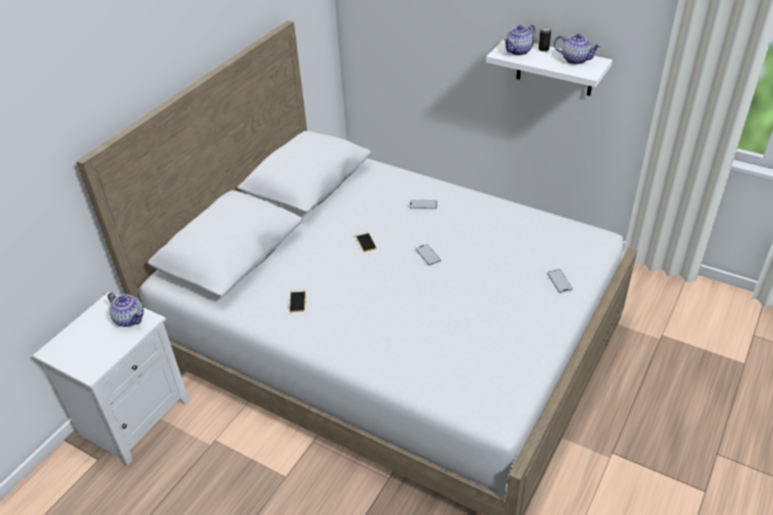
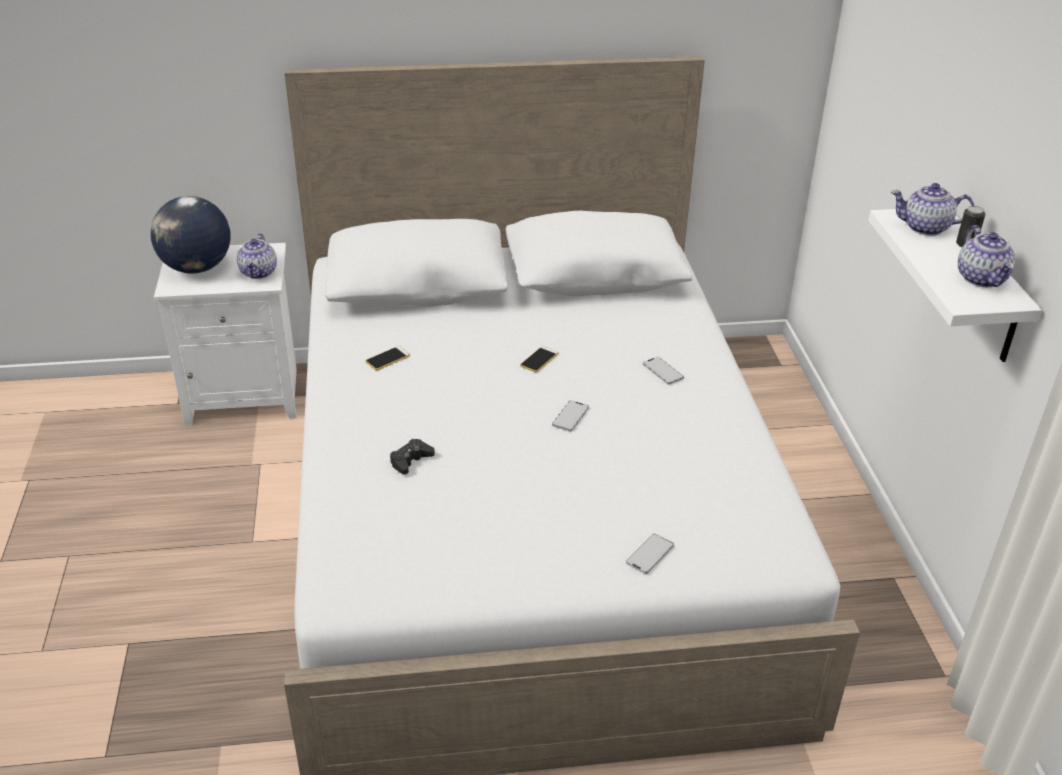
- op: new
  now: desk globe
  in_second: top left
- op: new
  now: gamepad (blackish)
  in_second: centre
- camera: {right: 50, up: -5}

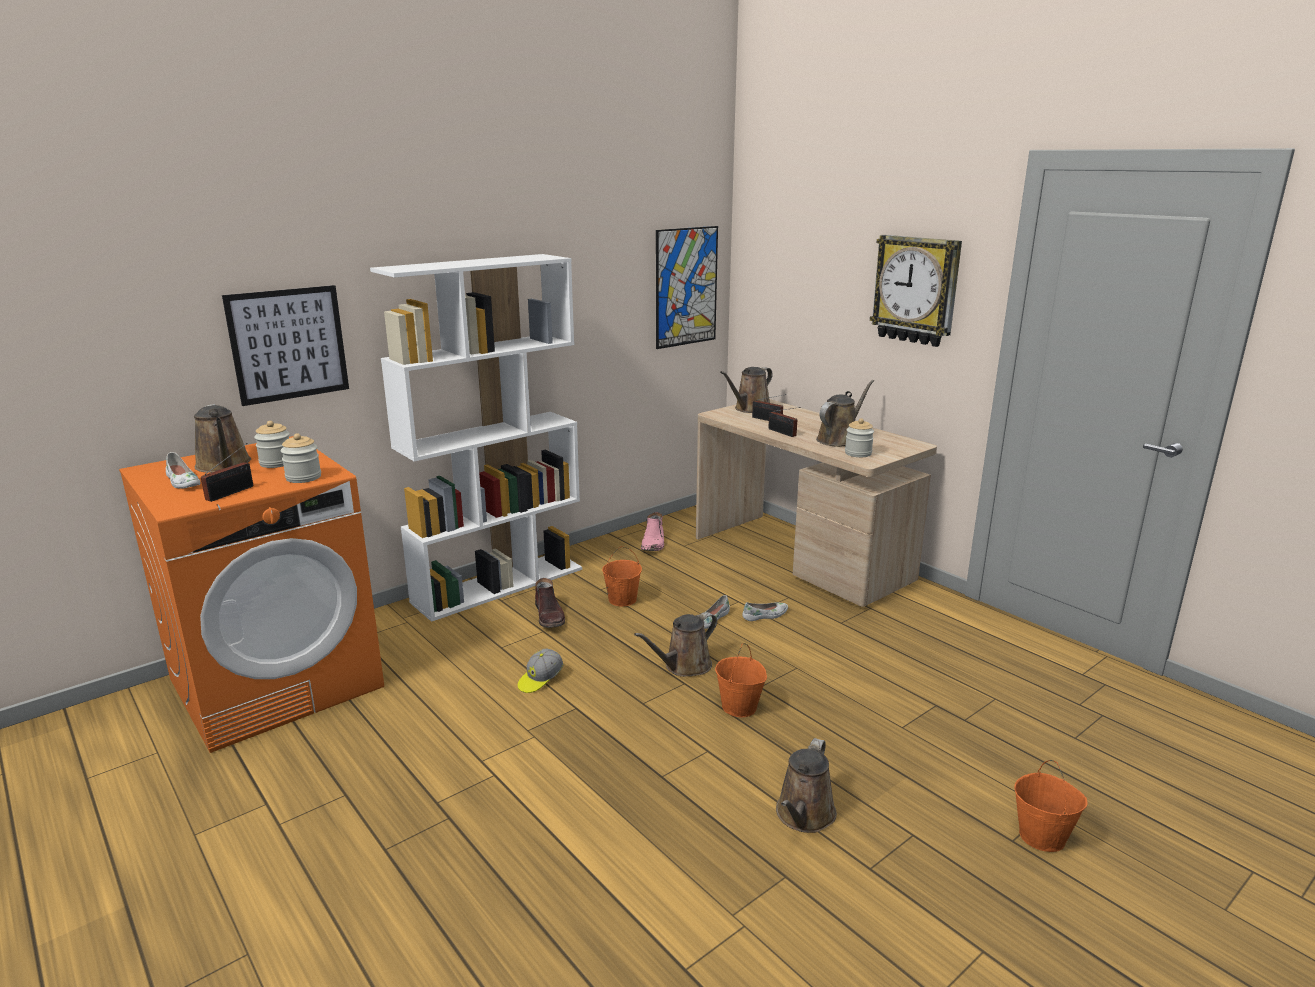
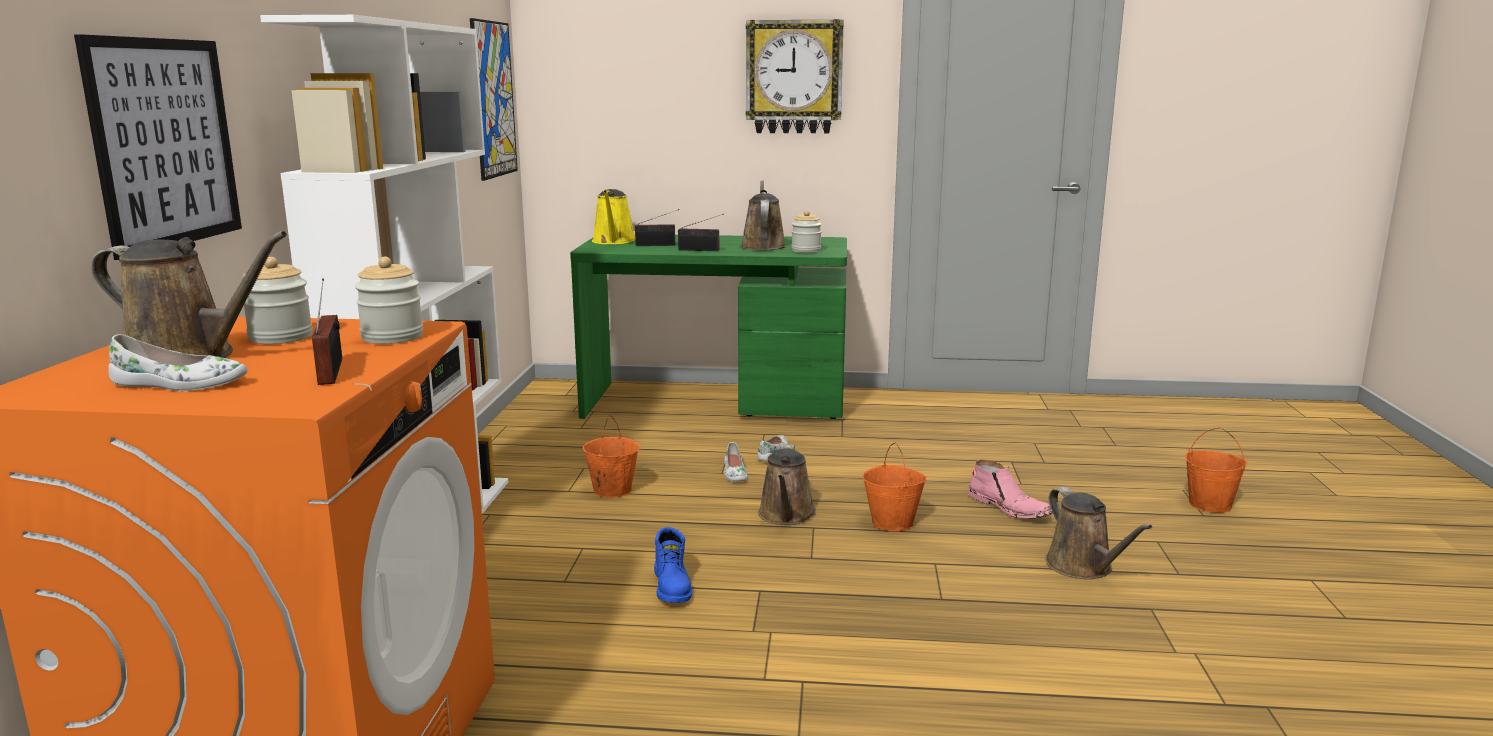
- op: repainted
  was: desk (beige-coloured)
  now: desk (greenish)
  in_first: centre
  in_second: centre
- op: repainted
  was: watering can (brown) (no. 3 from left)
  now: watering can (yellowish)
  in_first: centre
  in_second: top centre
- op: swapped
  was: peaked cap
  now: tall boot (blue)
  in_first: bottom centre
  in_second: bottom centre
- op: shifted
  was: tall boot (pink-coloured)
  in_first: centre
  in_second: middle right
- op: gone
  was: tall boot (brown)
  in_first: centre
- camera: {right: -45, up: -5}

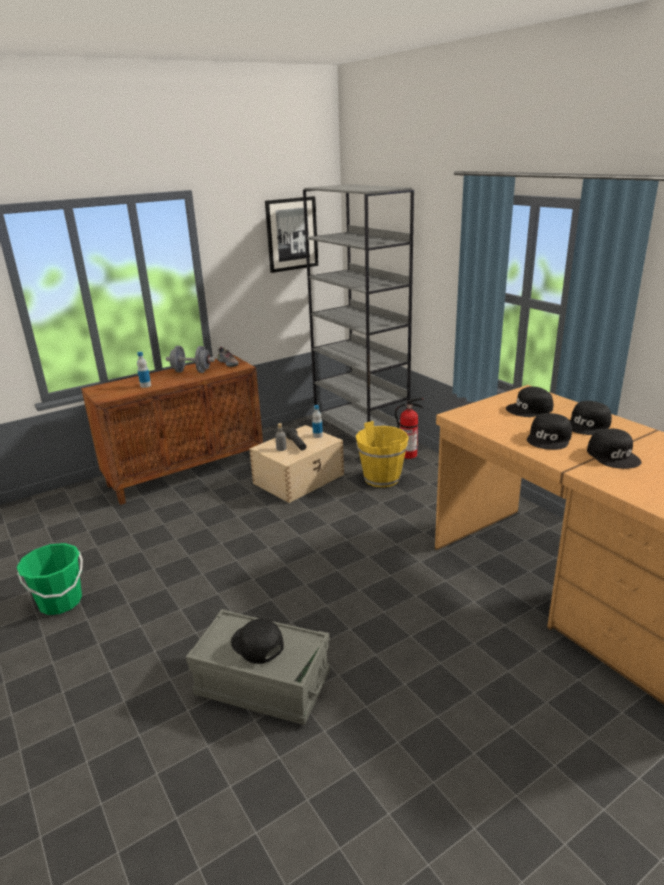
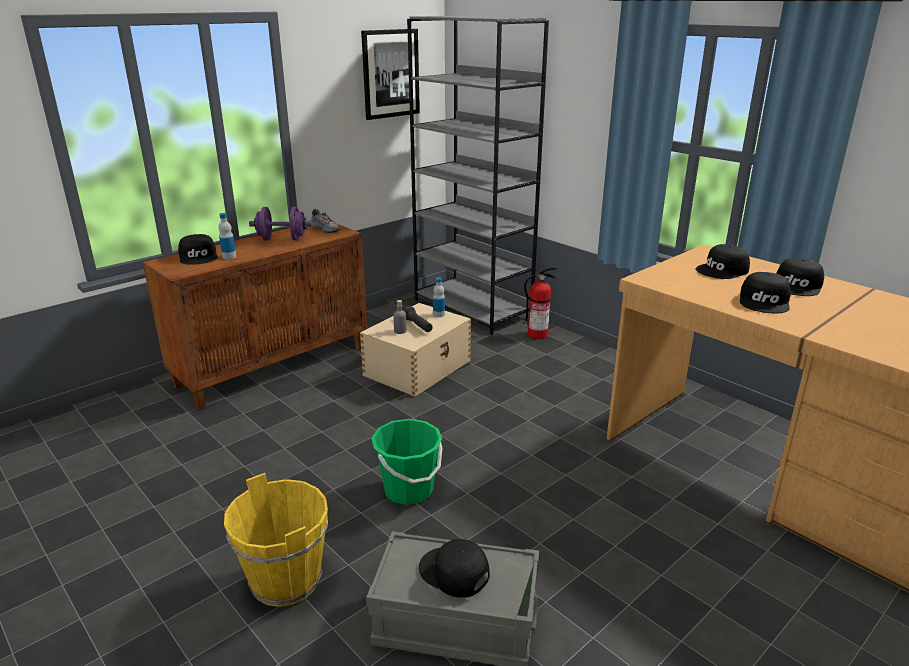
- op: shifted
  was: peaked cap (blackish) (no. 5 from left in the first image)
  now: peaked cap (blackish) (no. 1 from left)
  in_first: middle right
  in_second: middle left
- op: shifted
  was: pail (yellowish)
  in_first: centre
  in_second: bottom left
- op: repainted
  was: dumbbell (greyish)
  now: dumbbell (purple)
  in_first: middle left
  in_second: middle left
- op: shifted
  was: pail (greenish)
  in_first: middle left
  in_second: bottom centre
- camera: {right: -10, up: 0}

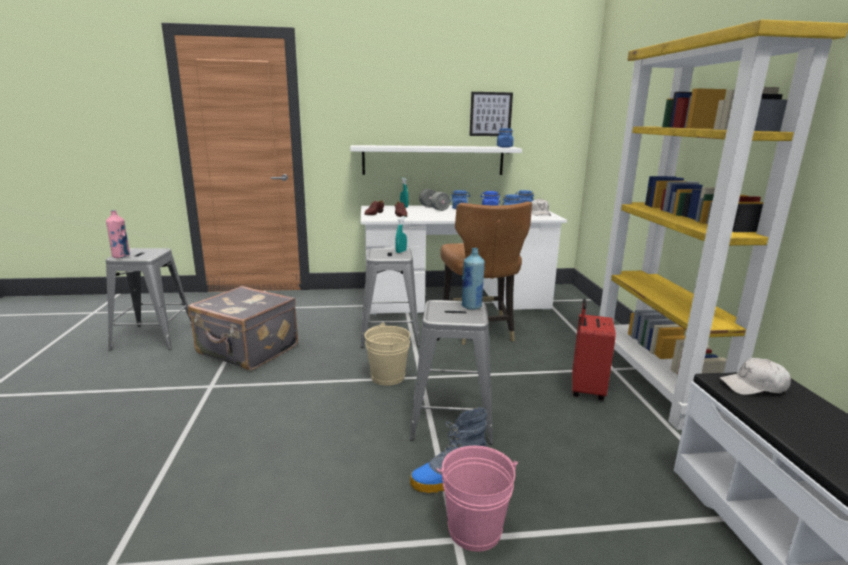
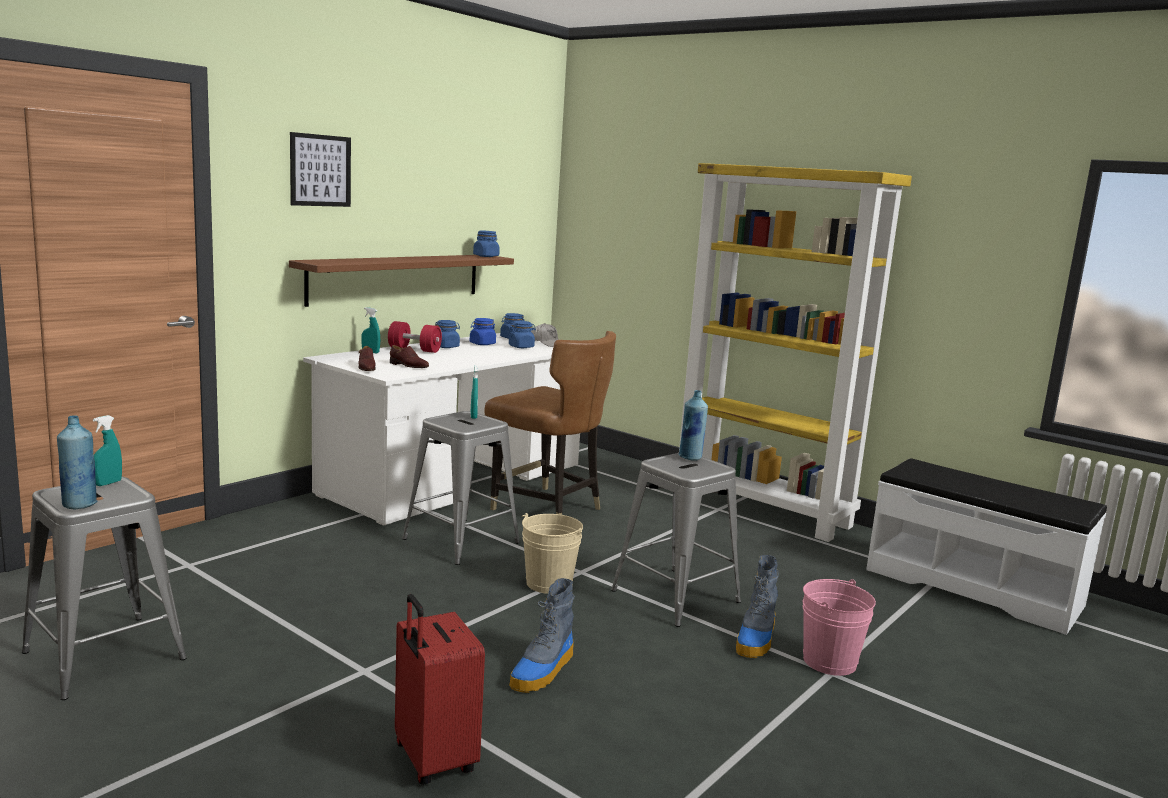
- op: repainted
  was: drink bottle (pink-coloured)
  now: drink bottle (blue) (no. 1 from left)
  in_first: middle left
  in_second: middle left
- op: new
  now: spray bottle (turquoise-coloured) (no. 1 from left)
  in_second: middle left
- op: repainted
  was: shelf (white)
  now: shelf (brown)
  in_first: top centre
  in_second: centre
- op: shifted
  was: picture
  in_first: top centre
  in_second: top left
- op: repainted
  was: dumbbell (greyish)
  now: dumbbell (red-coloured)
  in_first: centre
  in_second: centre
- op: shifted
  was: travel case (red-coloured)
  in_first: middle right
  in_second: bottom centre
- op: new
  now: tall boot (no. 1 from left)
  in_second: bottom centre
- op: gone
  was: travel case (greyish)
  in_first: middle left
- op: gone
  was: peaked cap (white) (no. 2 from left)
  in_first: middle right
- camera: {right: -45, up: -5}

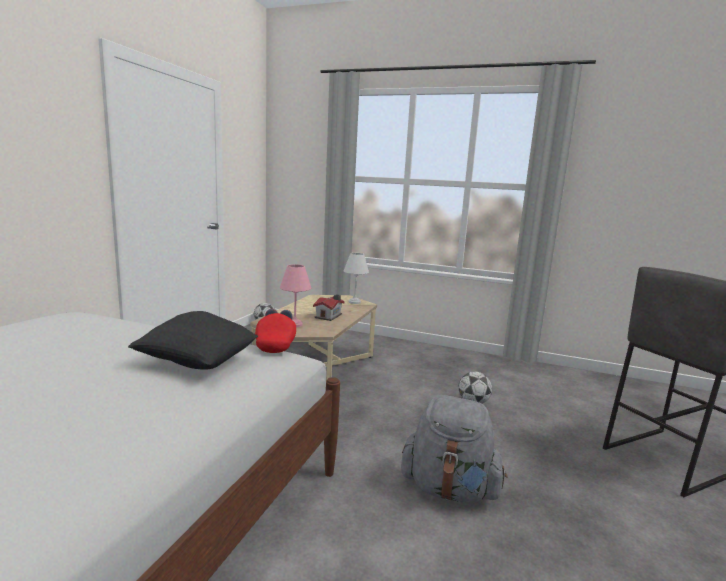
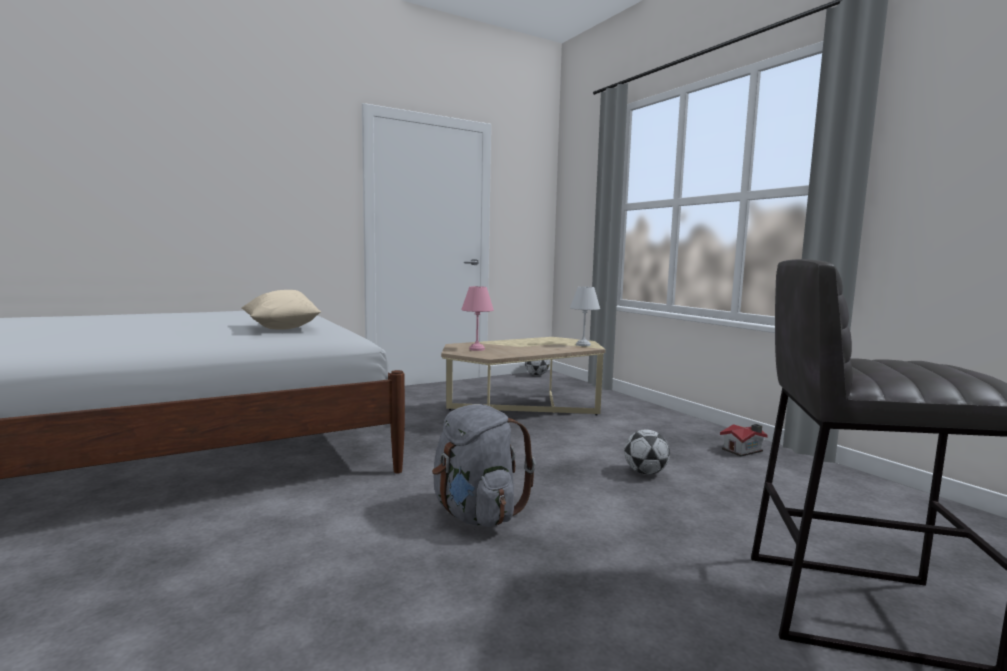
- op: repainted
  was: cushion (blackish)
  now: cushion (beige-coloured)
  in_first: middle left
  in_second: middle left
- op: shifted
  was: toy house
  in_first: centre
  in_second: middle right
- op: gone
  was: peaked cap (red-coloured)
  in_first: centre
- camera: {right: 40, up: -5}

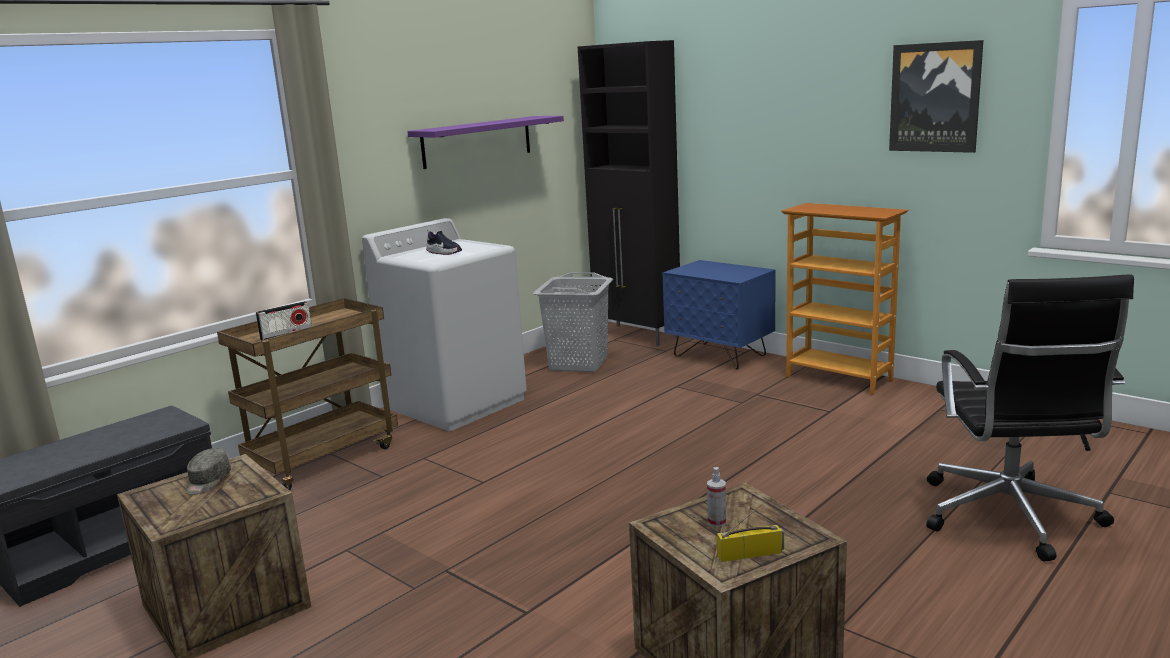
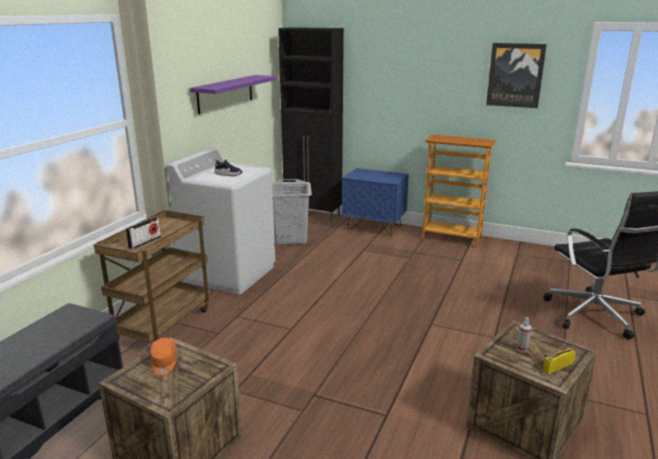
- op: repainted
  was: peaked cap (greyish)
  now: peaked cap (orange)
  in_first: bottom left
  in_second: bottom left
- camera: {right: -20, up: 5}

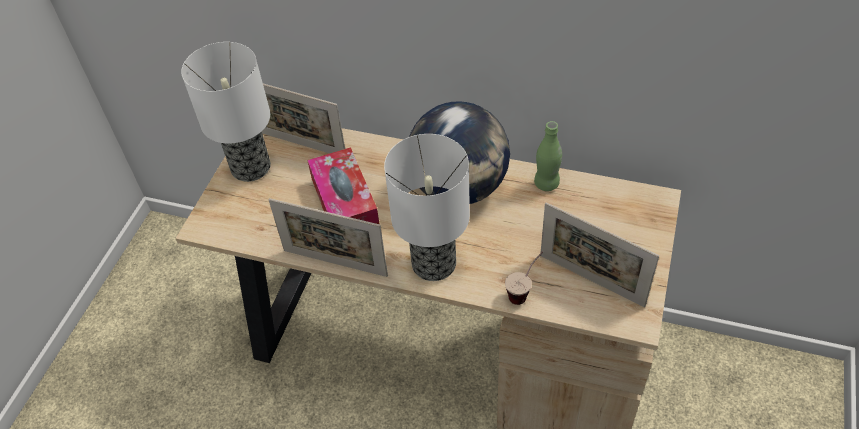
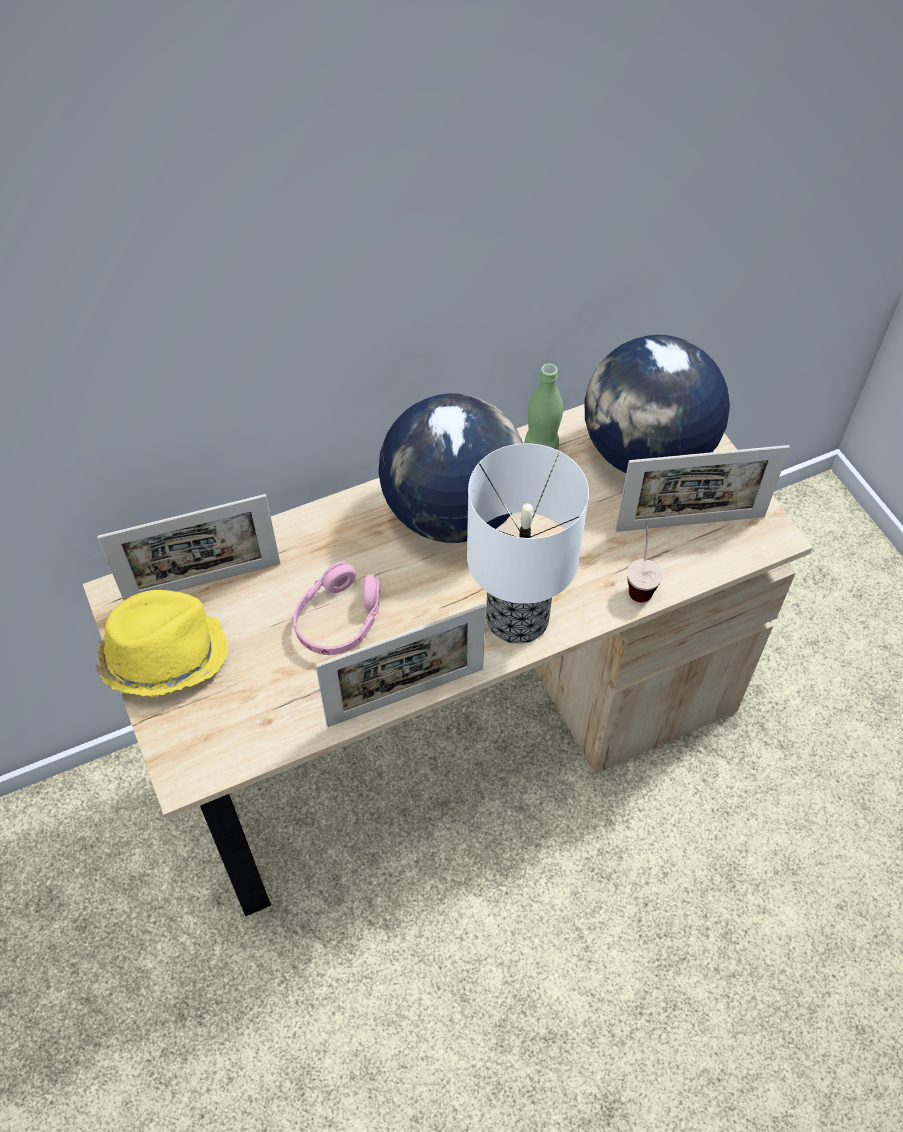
- op: swapped
  was: tabletop lamp (no. 1 from left)
  now: hat (yellowish)
  in_first: top left
  in_second: middle left
- op: swapped
  was: tissue box
  now: pair of headphones (pink-coloured)
  in_first: centre
  in_second: centre
- op: new
  now: desk globe (no. 2 from left)
  in_second: middle right
- camera: {right: -45, up: 5}

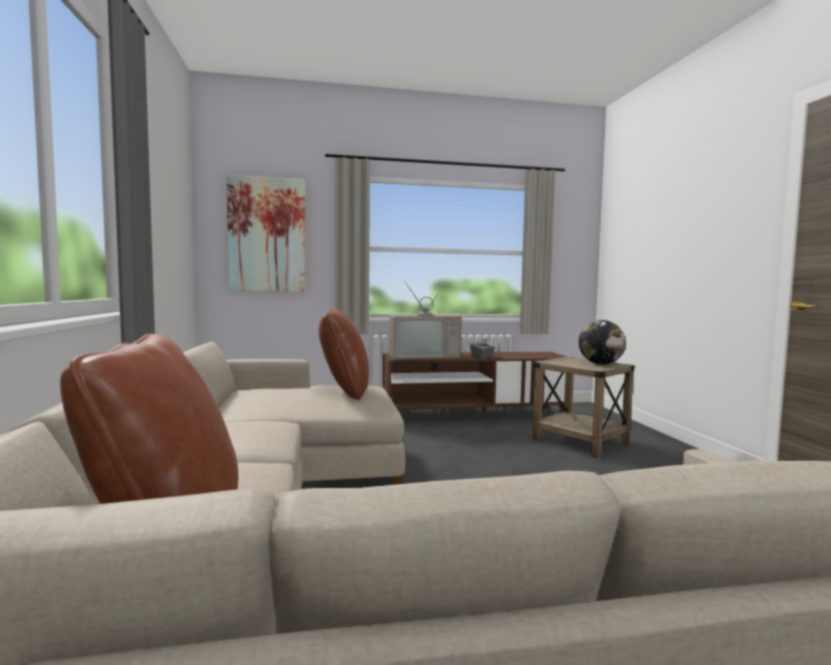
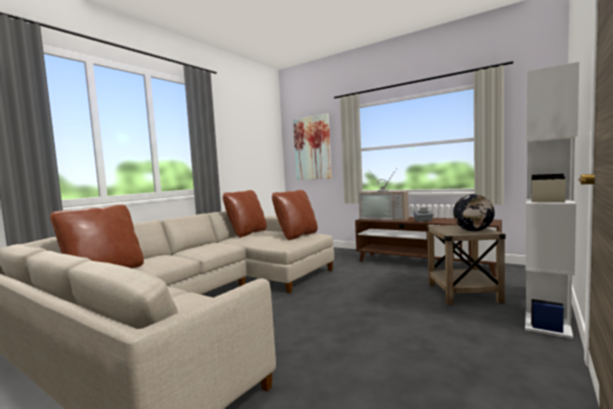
- op: new
  now: cushion (brown) (no. 2 from left)
  in_second: centre
- op: new
  now: shelving unit (white)
  in_second: middle right
- camera: {right: 45, up: 0}

